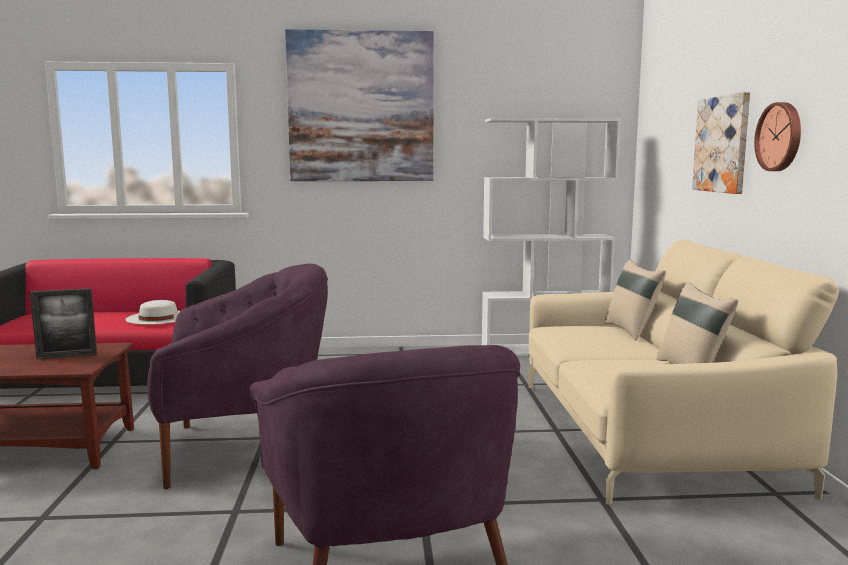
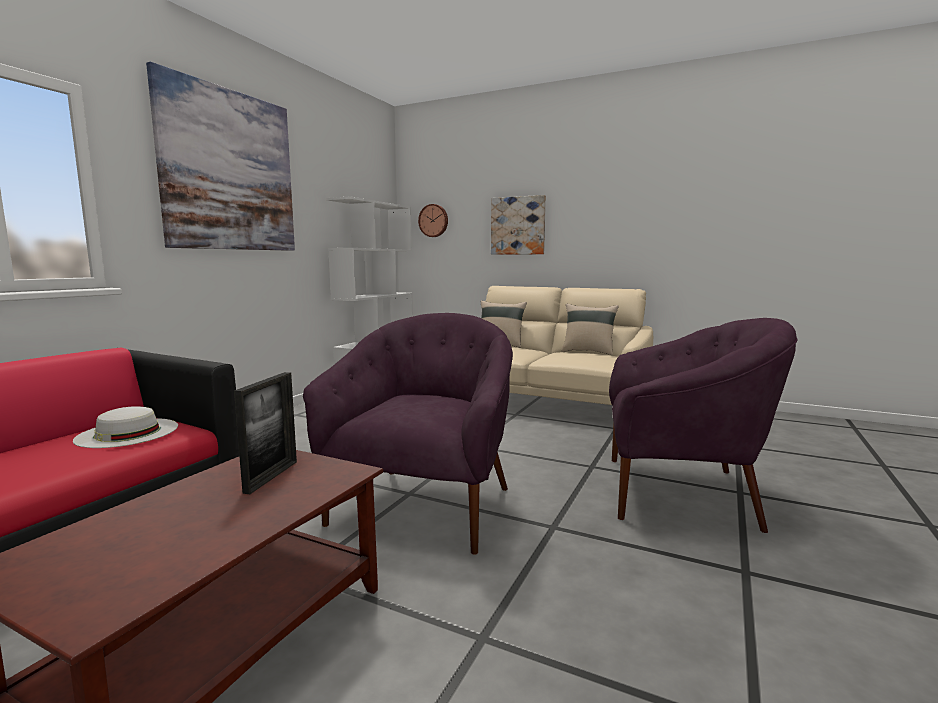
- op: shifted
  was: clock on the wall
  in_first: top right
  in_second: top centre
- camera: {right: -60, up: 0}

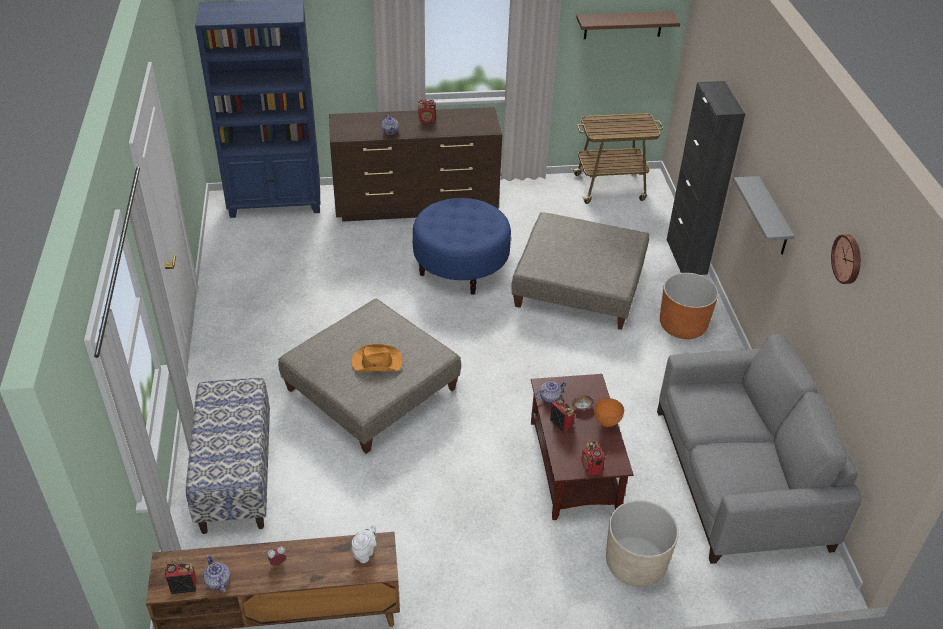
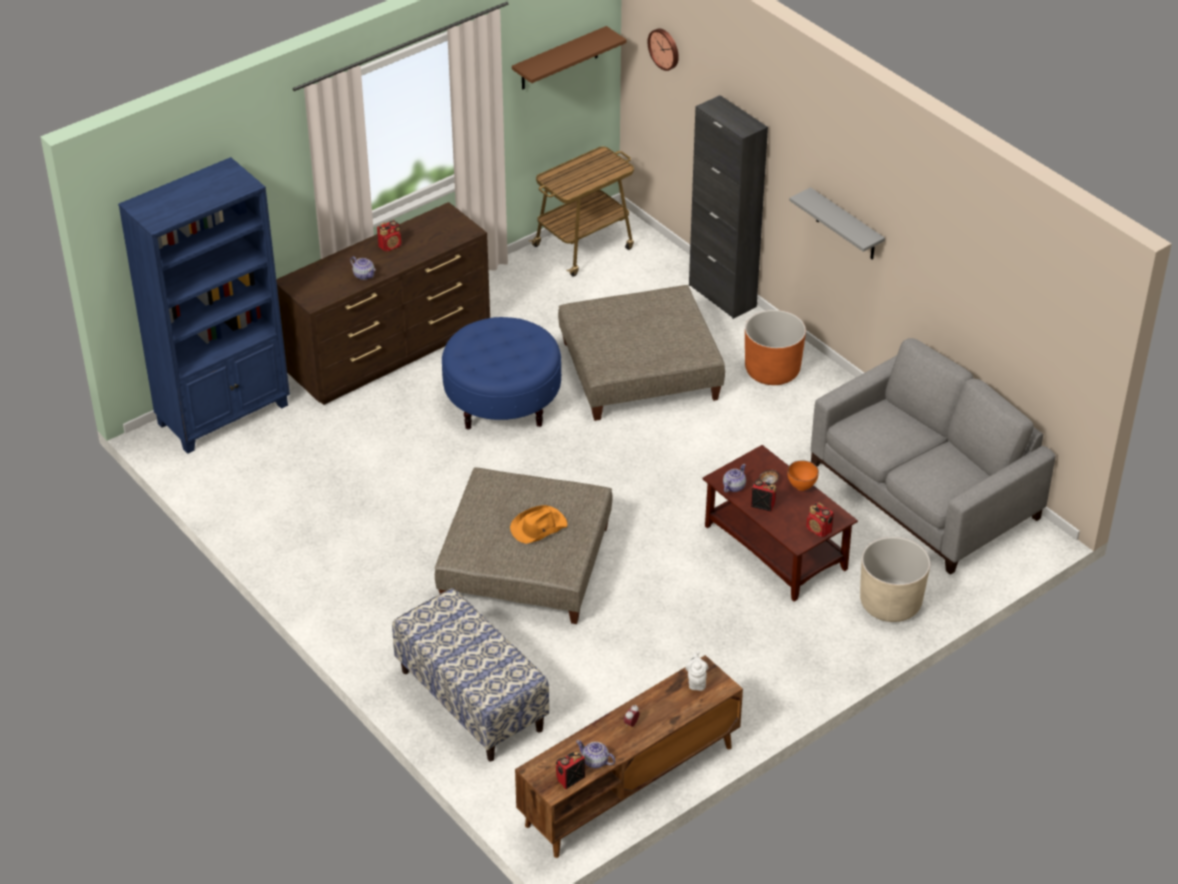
- op: shifted
  was: clock on the wall
  in_first: middle right
  in_second: top centre
- camera: {right: -30, up: 0}

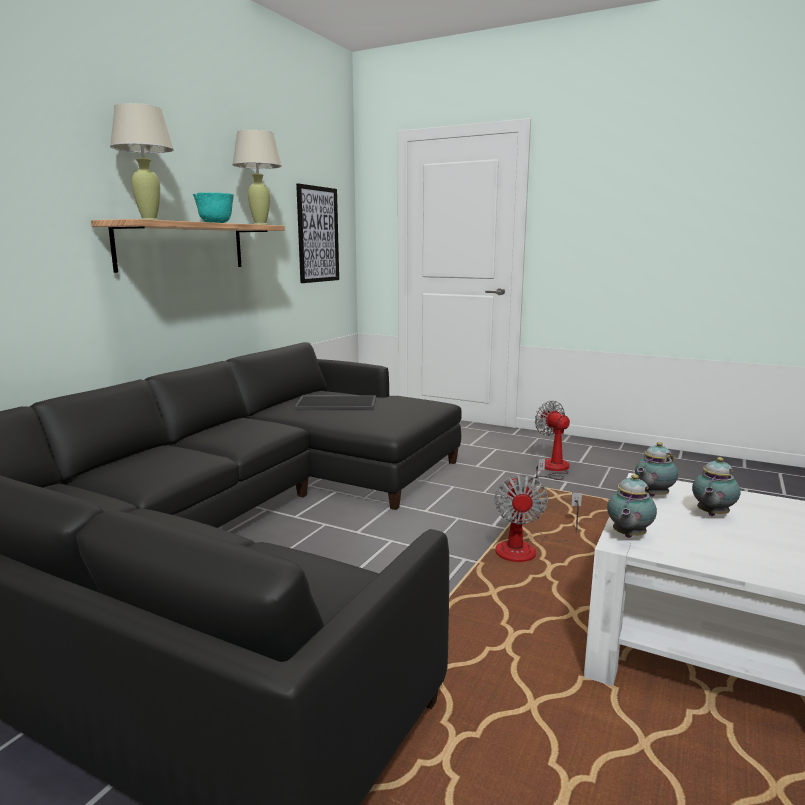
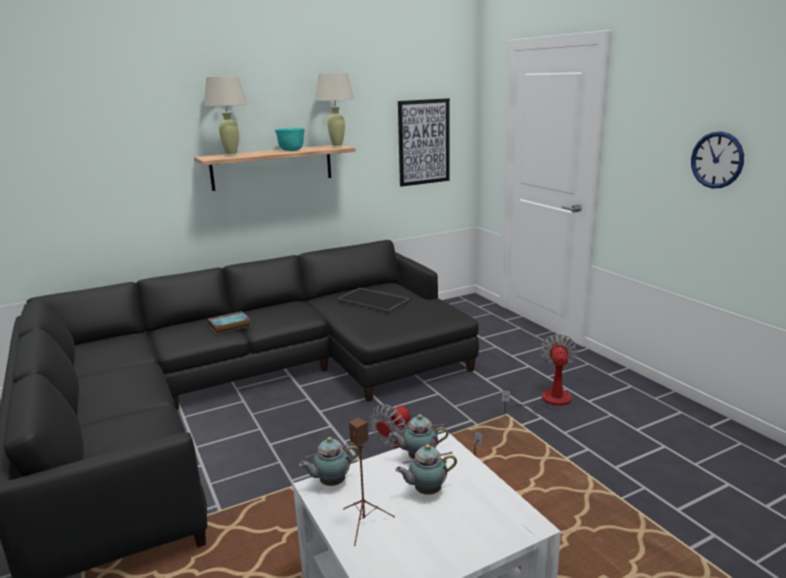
- op: new
  now: bound book
  in_second: middle left
- op: new
  now: speaker (brown)
  in_second: bottom centre
- op: new
  now: clock on the wall
  in_second: top right
- camera: {right: 35, up: 5}

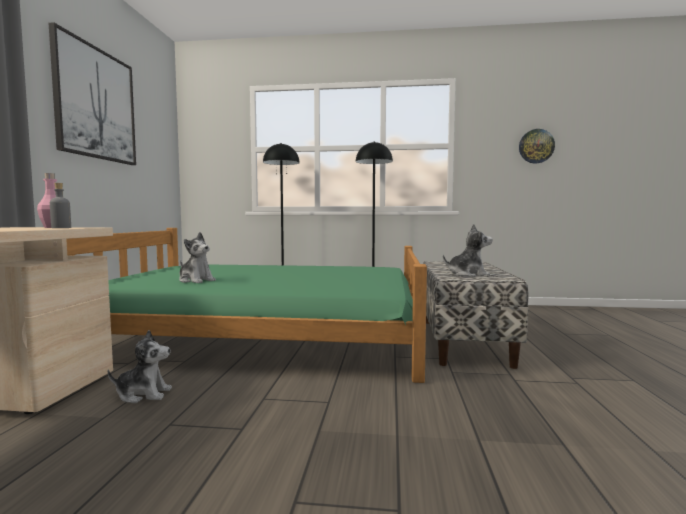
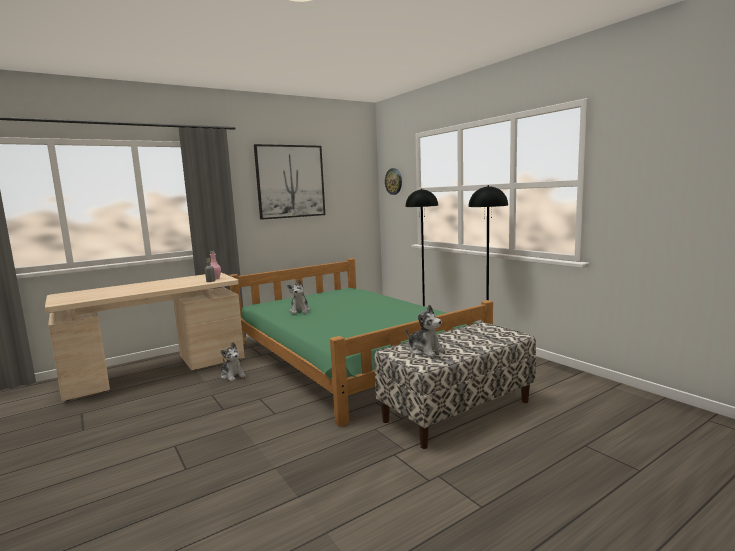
- op: shifted
  was: clock on the wall
  in_first: top right
  in_second: top centre
- camera: {right: 50, up: 5}

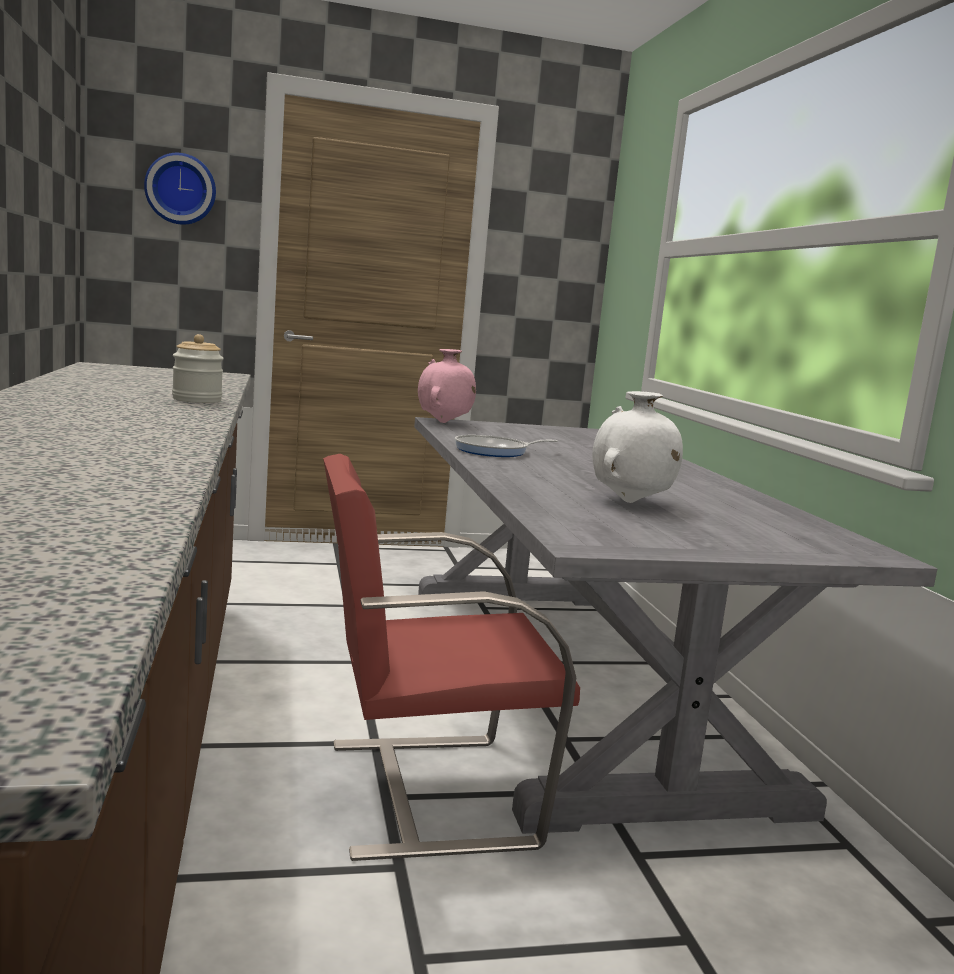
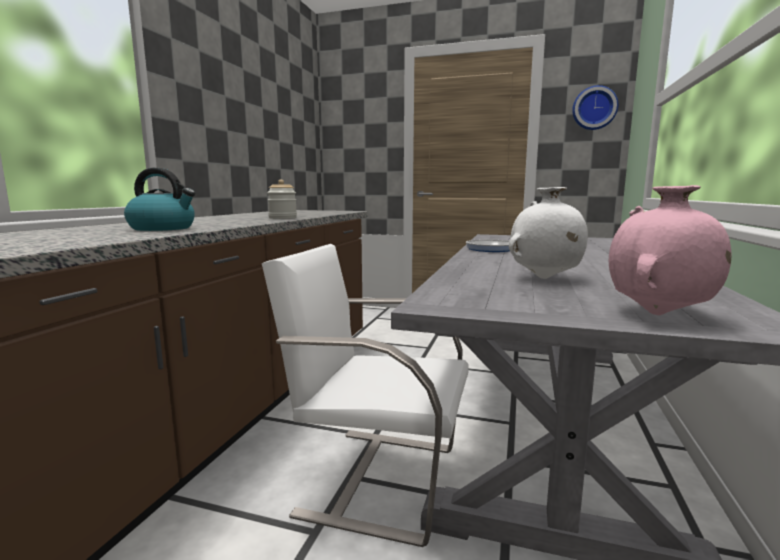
- op: new
  now: kettle
  in_second: middle left
- op: repainted
  was: chair (red-coloured)
  now: chair (white)
  in_first: bottom centre
  in_second: bottom centre
- op: shifted
  was: clock on the wall
  in_first: top left
  in_second: top right
- op: shifted
  was: decorative vase (pink-coloured)
  in_first: centre
  in_second: middle right
- camera: {right: 30, up: 0}

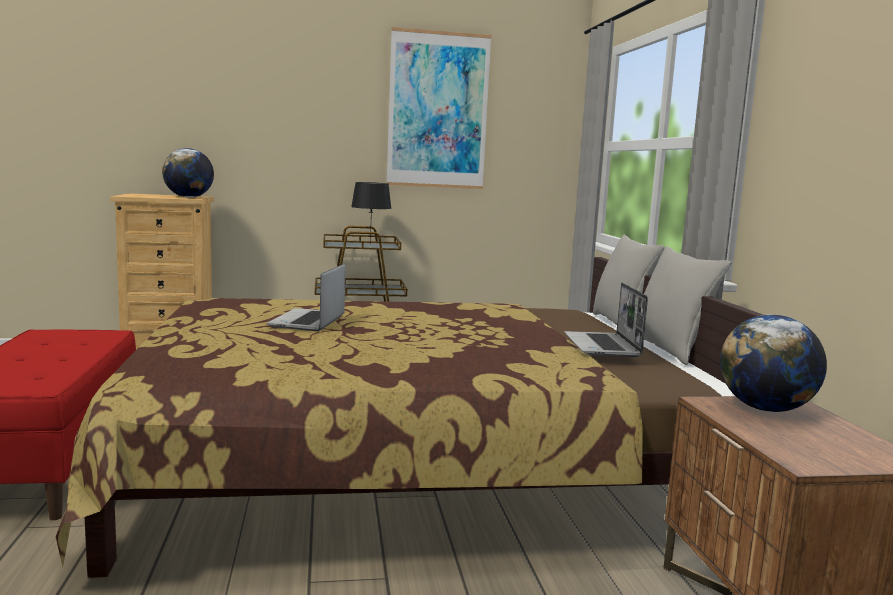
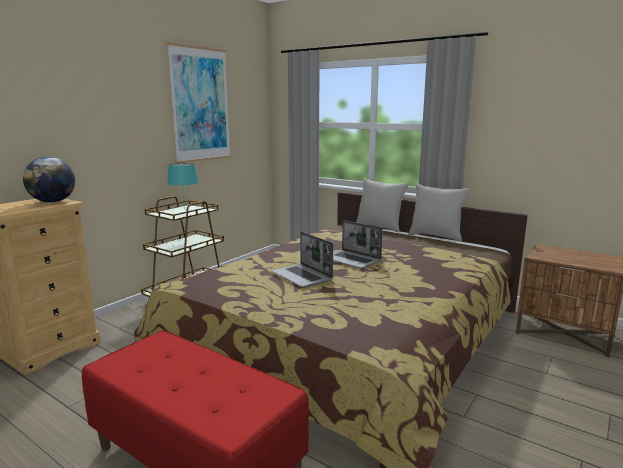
- op: repainted
  was: tabletop lamp (blackish)
  now: tabletop lamp (turquoise-coloured)
  in_first: centre
  in_second: middle left
- op: shifted
  was: portable computer (no. 2 from left)
  in_first: middle right
  in_second: centre
- op: gone
  was: desk globe (no. 2 from left)
  in_first: middle right
- camera: {right: -45, up: 5}

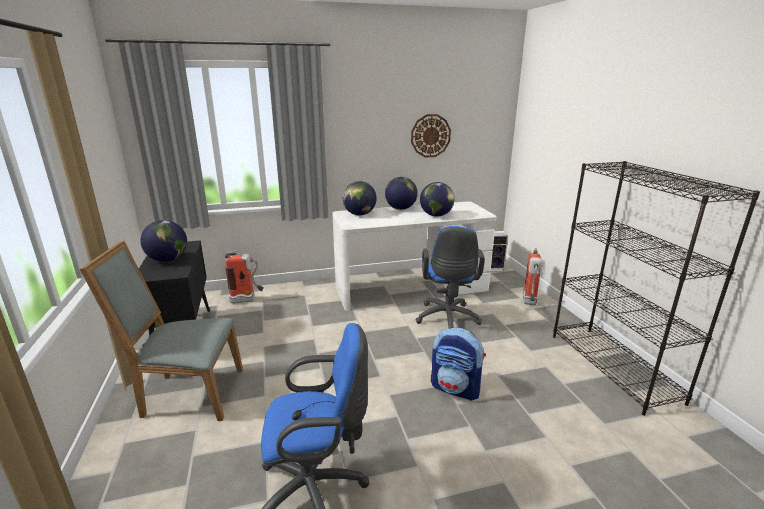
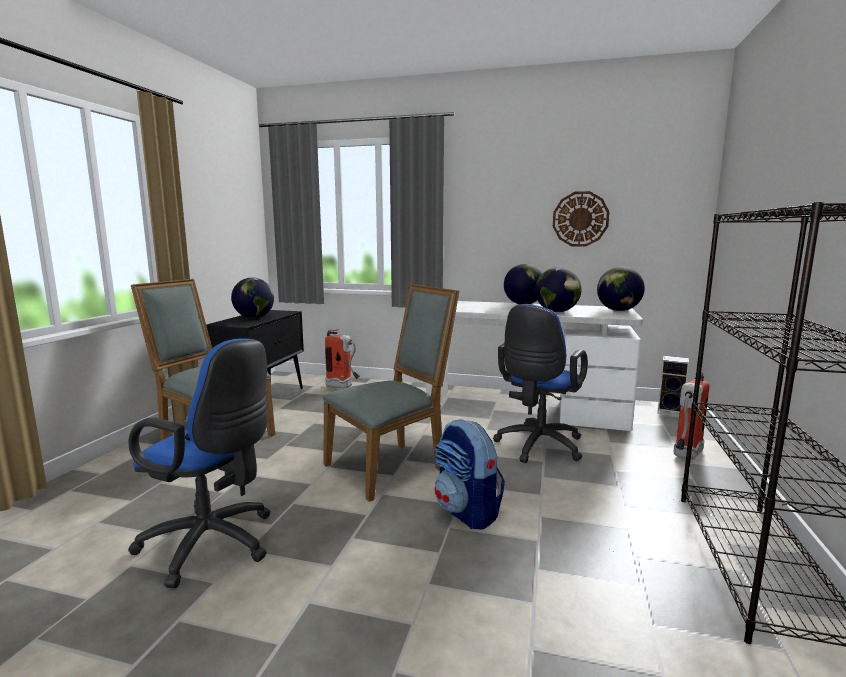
- op: new
  now: chair (greyish) (no. 2 from left)
  in_second: centre
- op: shifted
  was: desk globe (no. 2 from left in the first image)
  now: desk globe (no. 4 from left)
  in_first: centre
  in_second: middle right
- camera: {right: 30, up: -10}

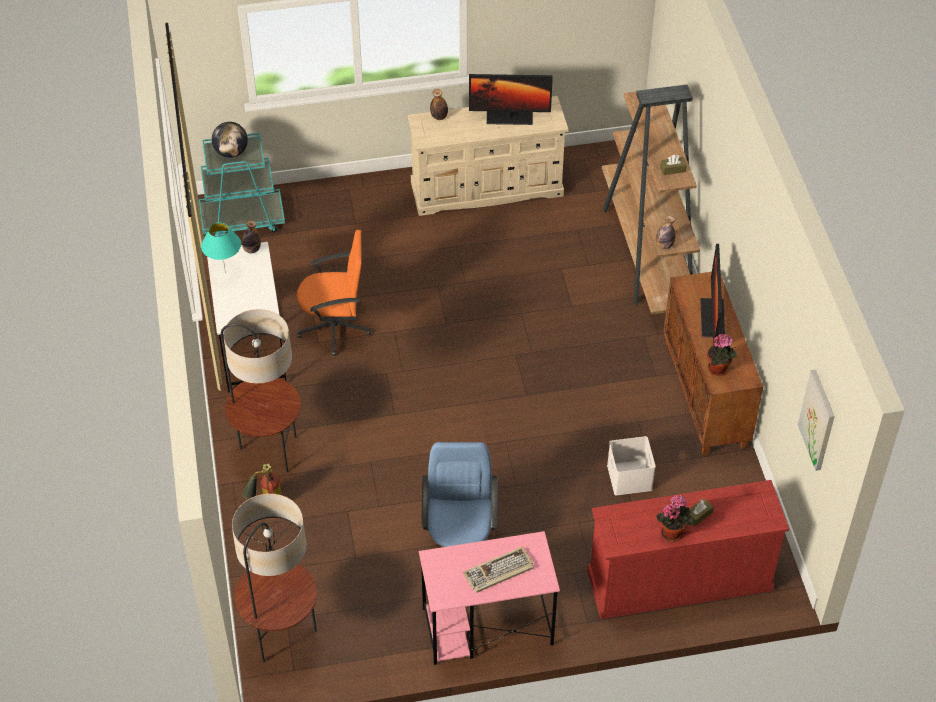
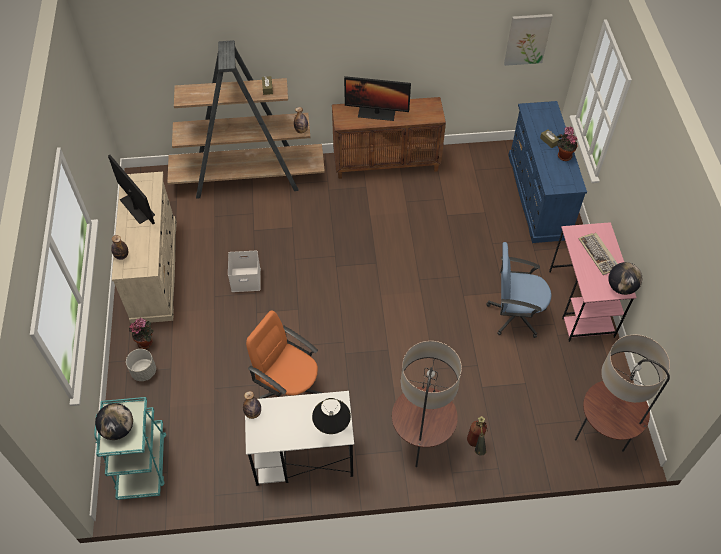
- op: rotated
  was: computer display (no. 1 from left)
  in_first: top centre
  in_second: middle left
  clockwise: -45
- op: new
  now: plant pot (greyish)
  in_second: middle left
- op: shifted
  was: houseplant (no. 2 from left in the first image)
  now: houseplant (no. 1 from left)
  in_first: middle right
  in_second: middle left
- op: shifted
  was: storage bin (white)
  in_first: middle right
  in_second: centre
- op: rotated
  was: office chair (orange)
  in_first: centre
  in_second: centre
  clockwise: -60
- op: new
  now: tabletop lamp (blackish)
  in_second: bottom centre
- op: repainted
  was: dresser (red-coloured)
  now: dresser (blue)
  in_first: bottom right
  in_second: top right
- op: new
  now: desk globe (no. 2 from left)
  in_second: middle right
- op: gone
  was: tabletop lamp (turquoise-coloured)
  in_first: middle left
- camera: {right: -85, up: 5}

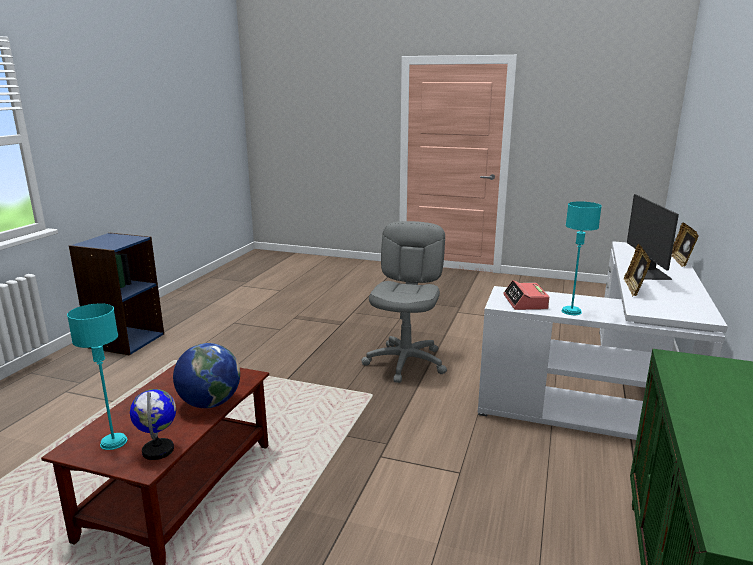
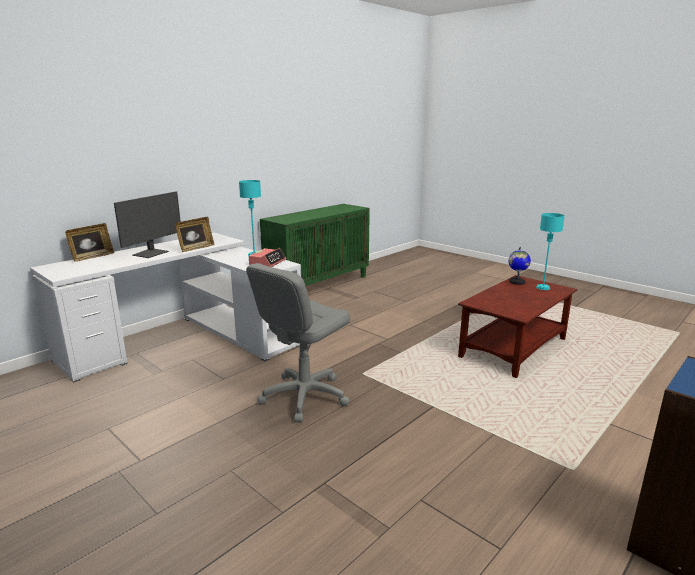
- op: gone
  was: desk globe (no. 2 from left)
  in_first: middle left
- camera: {right: -155, up: 0}

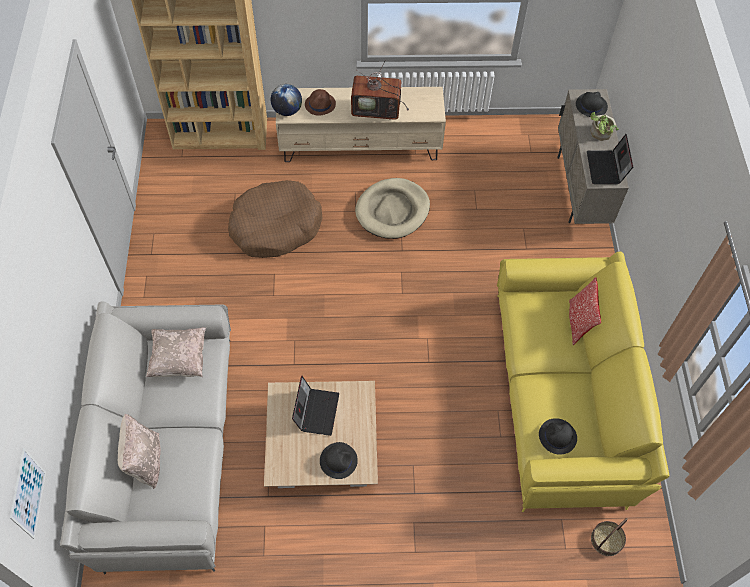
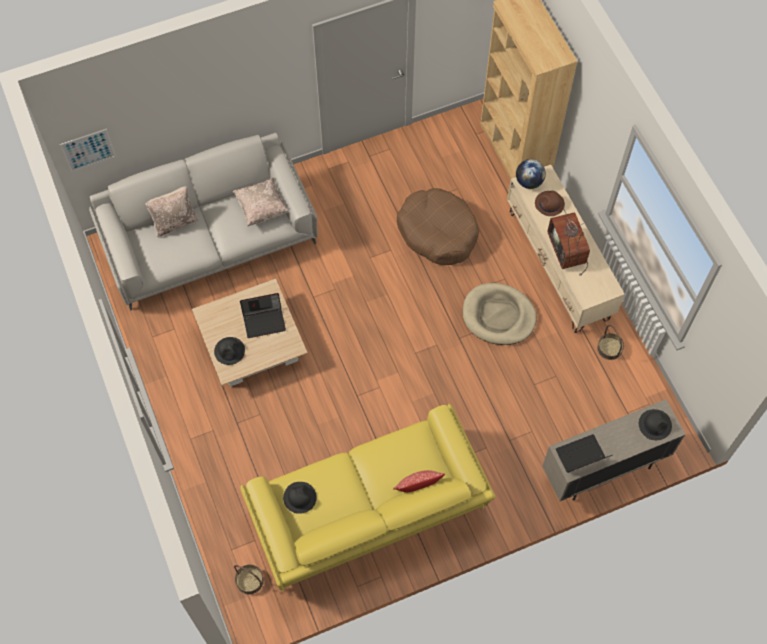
- op: new
  now: storage basket (no. 2 from left)
  in_second: middle right
- op: gone
  was: houseplant
  in_first: top right
- camera: {right: 70, up: 5}

